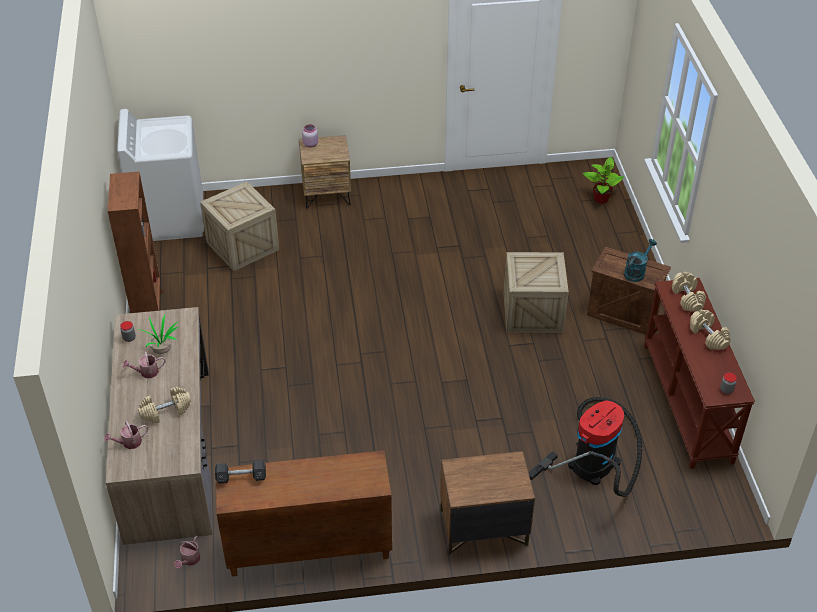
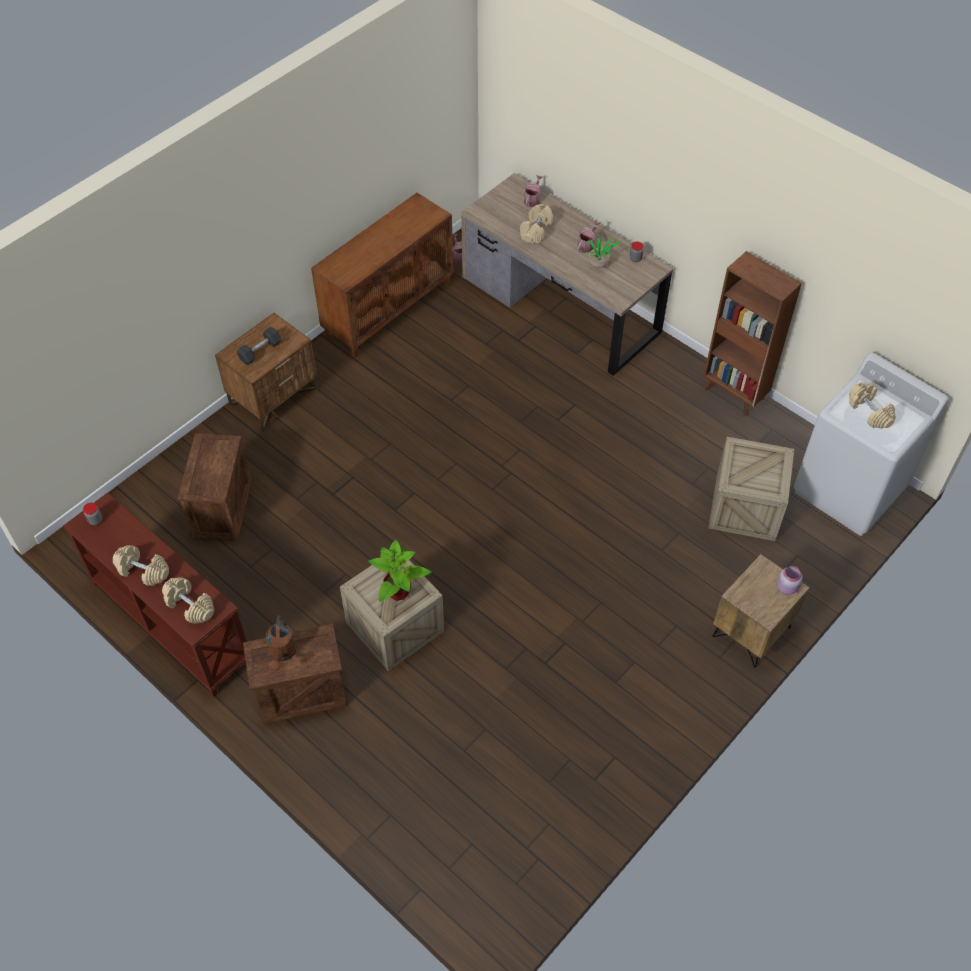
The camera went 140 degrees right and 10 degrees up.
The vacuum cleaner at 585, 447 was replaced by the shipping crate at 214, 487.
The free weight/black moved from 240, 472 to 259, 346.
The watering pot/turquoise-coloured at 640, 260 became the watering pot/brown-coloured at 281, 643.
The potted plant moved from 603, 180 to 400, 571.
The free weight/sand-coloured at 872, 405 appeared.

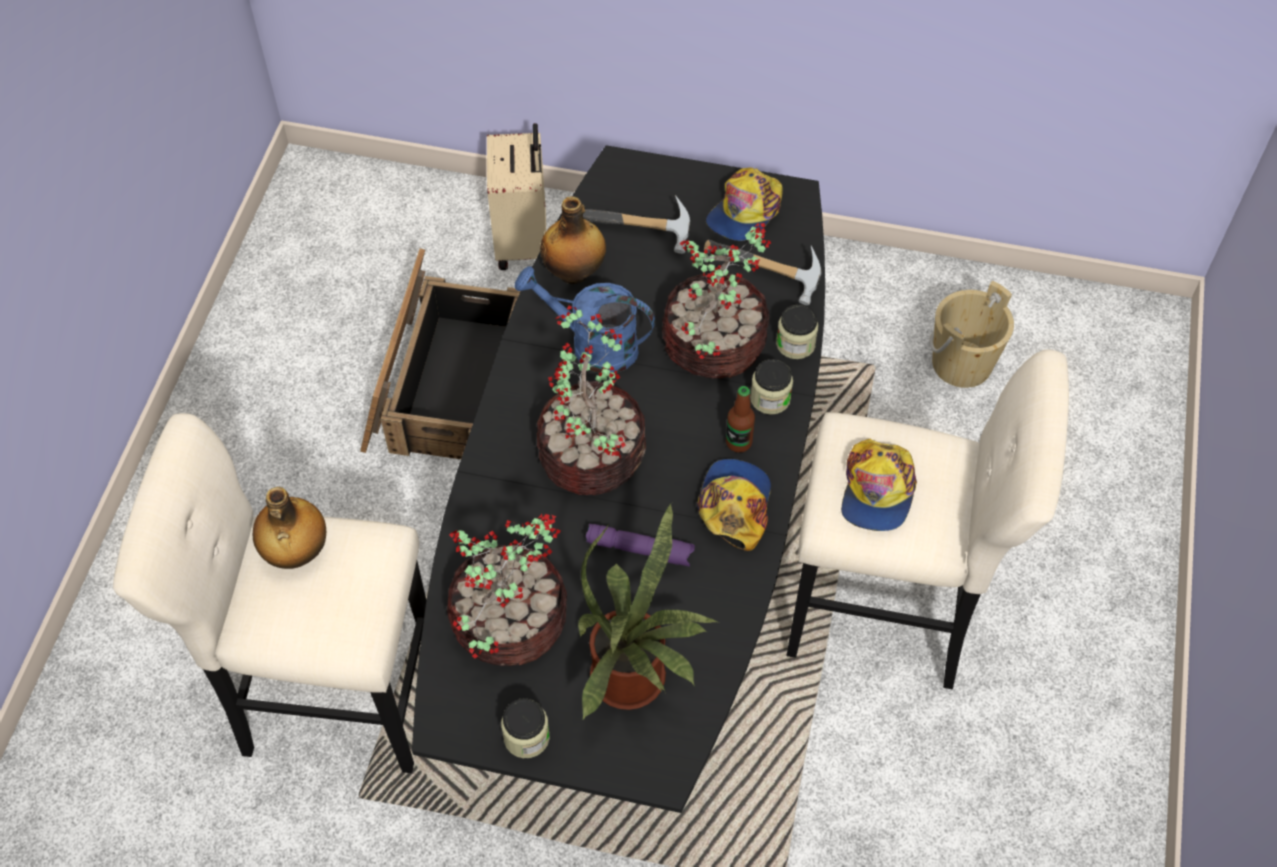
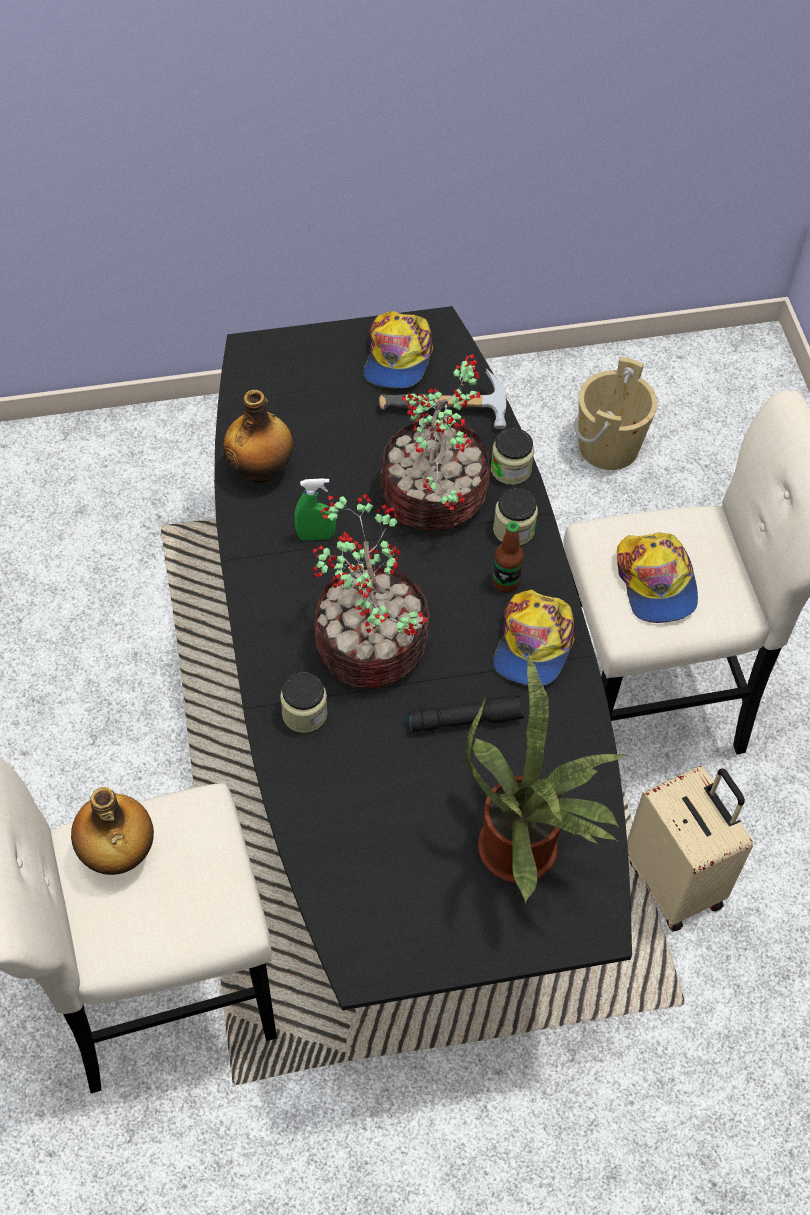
The camera went 25 degrees left and 0 degrees up.
The jar moved from 525, 728 to 303, 702.
The watering pot/blue at 584, 319 was replaced by the sprayer/greenish at 315, 509.
The hand torch/purplish at 640, 545 became the hand torch/black at 466, 713.
The baseball cap at 734, 505 turned 150 degrees counterclockwise.
The piece of luggage/sand-coloured moved from 516, 196 to 690, 848.
The shipping crate at 440, 353 disappeared.
The potted plant at 507, 590 disappeared.
The tool hammer at 636, 224 disappeared.

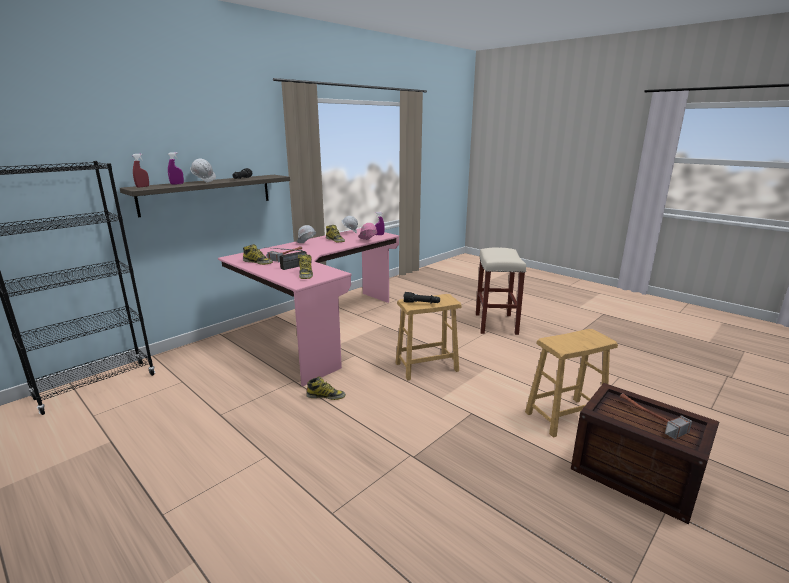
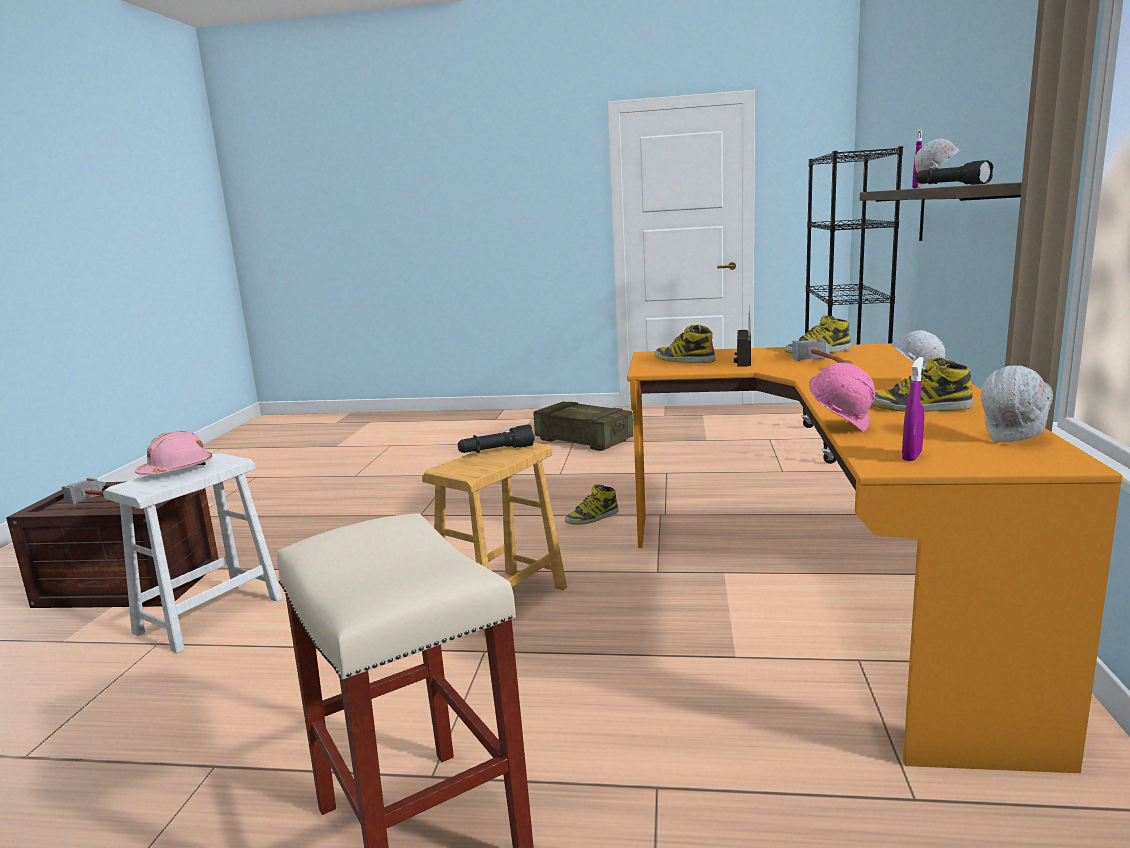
The camera went 145 degrees right and 5 degrees down.
The stool/brown-coloured at 571, 383 became the stool/whitish at 193, 553.
The hard hat/pink-coloured at 173, 452 appeared.
The shipping crate at 583, 426 appeared.
The desk unit/pink-coloured at 308, 307 became the desk unit/orange at 875, 558.
The sprayer/red-coloured at 140, 171 disappeared.

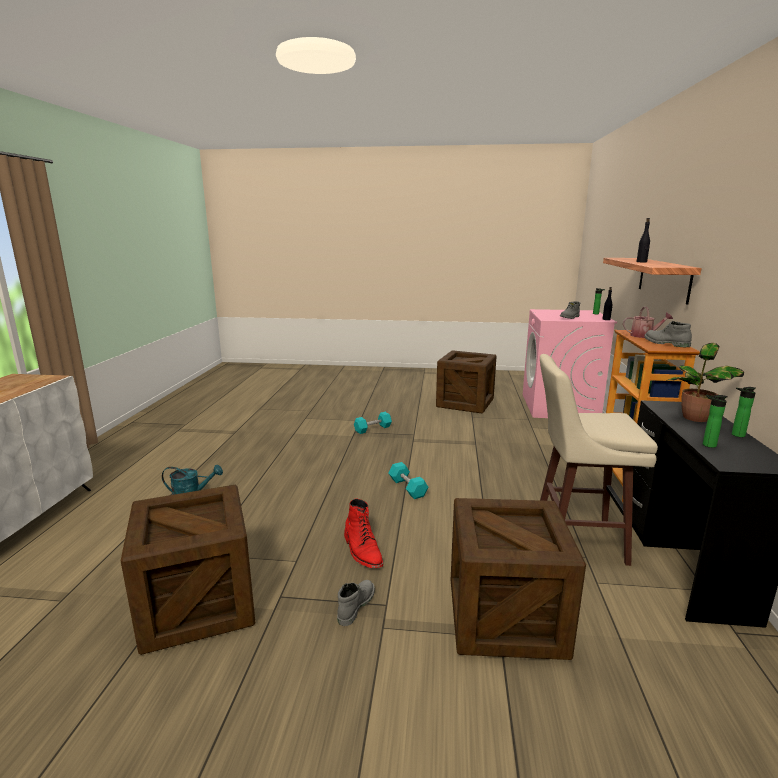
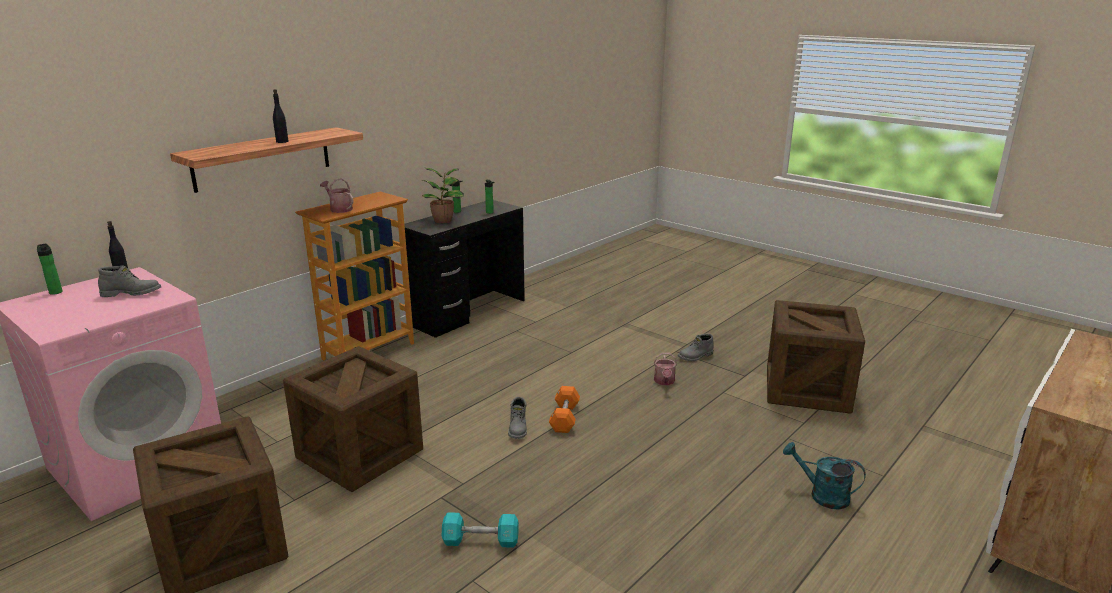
The camera went 145 degrees left and 5 degrees up.
The shipping crate moved from 518, 579 to 353, 419.
The high-top boot/gray moved from 668, 334 to 517, 418.
The free weight/turquoise-coloured at 408, 480 became the free weight/orange at 564, 409.
The high-top boot/red-coloured at 363, 533 was replaced by the watering pot at 665, 369.
The stool/sand-coloured at 599, 460 disappeared.

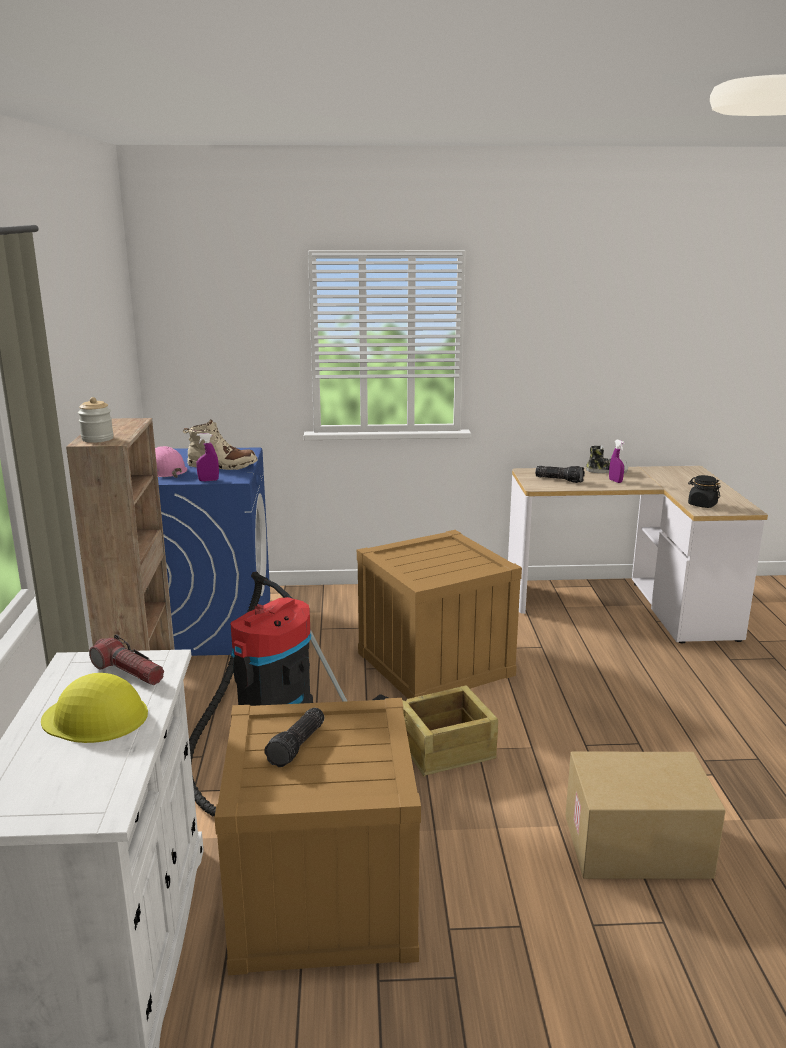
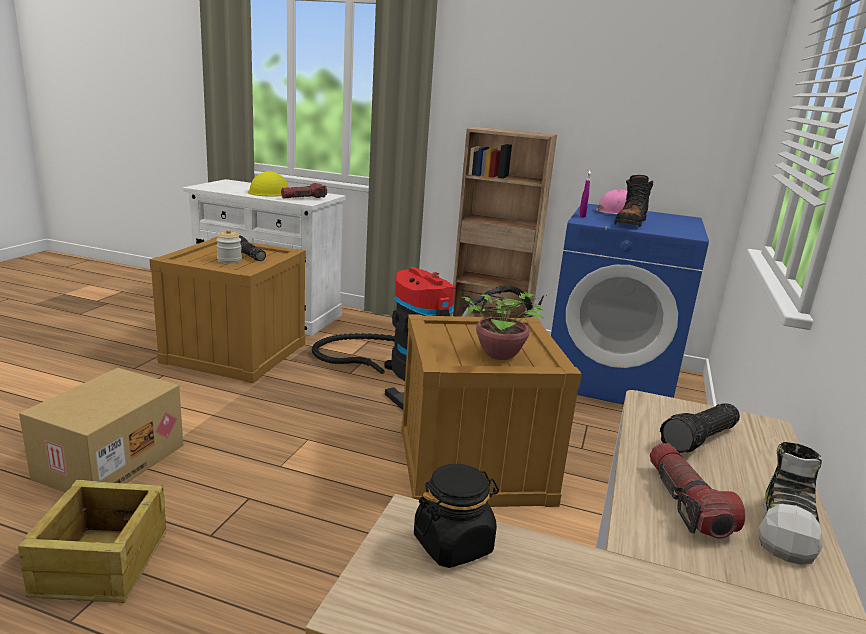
The camera went 110 degrees right and 0 degrees up.
The shipping crate moved from 450, 731 to 92, 541.
The jar moved from 96, 420 to 229, 246.
The potted plant at 490, 322 appeared.
The high-top boot/sand-coloured at 220, 444 became the high-top boot/black at 634, 201.
The sprayer/purplish at 617, 461 was replaced by the hand torch at 697, 491.

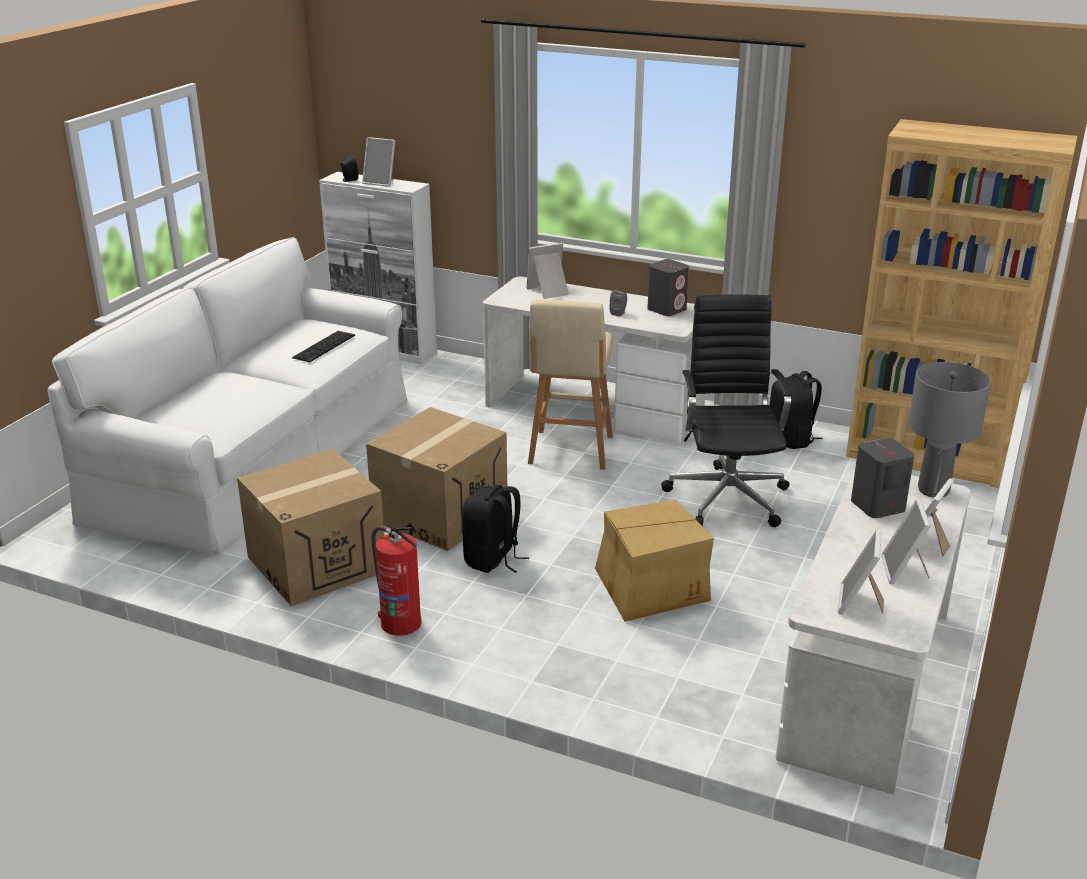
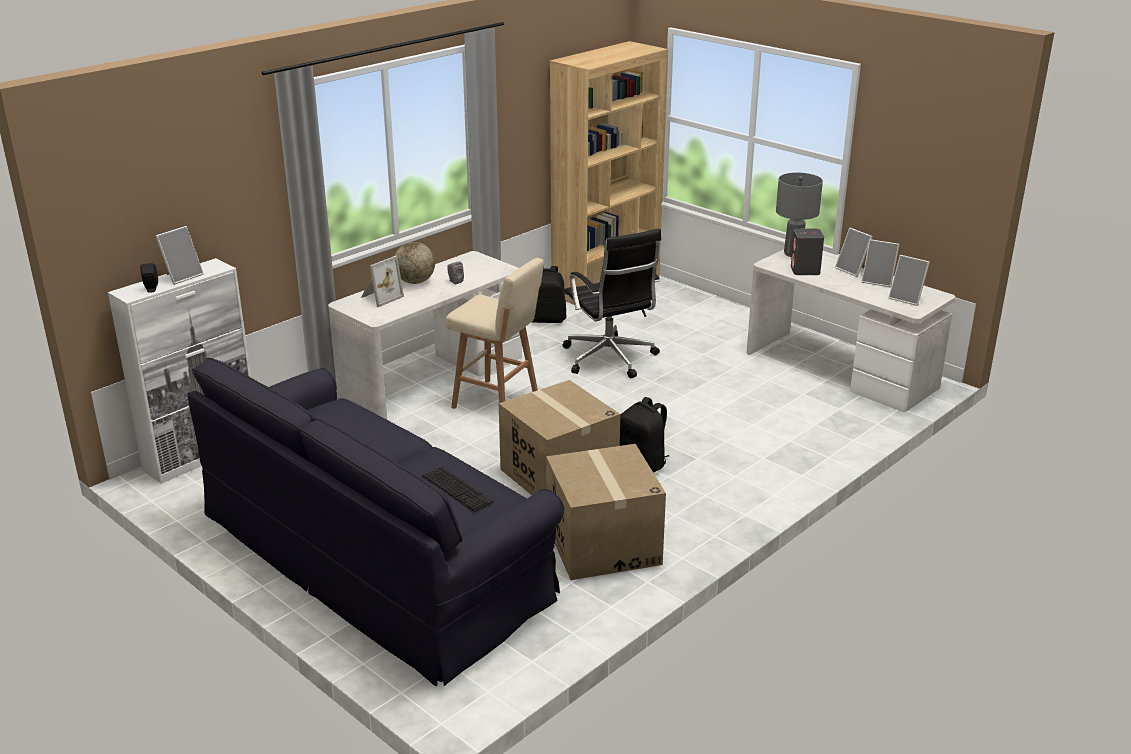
The camera went 70 degrees left and 0 degrees up.
The couch/whitish at 227, 396 became the couch/black at 376, 522.
The picture frame at 548, 271 turned 135 degrees counterclockwise.
The globe at 415, 263 appeared.
The keyboard moved from 323, 346 to 457, 489.
The office chair/black at 726, 411 turned 135 degrees counterclockwise.
The fire-fighting cylinder at 397, 581 disappeared.
The packing box at 654, 561 disappeared.
The loudspeaker/gray at 668, 287 disappeared.

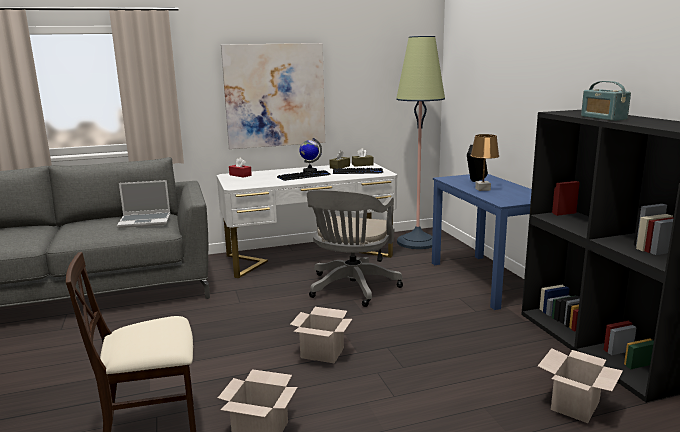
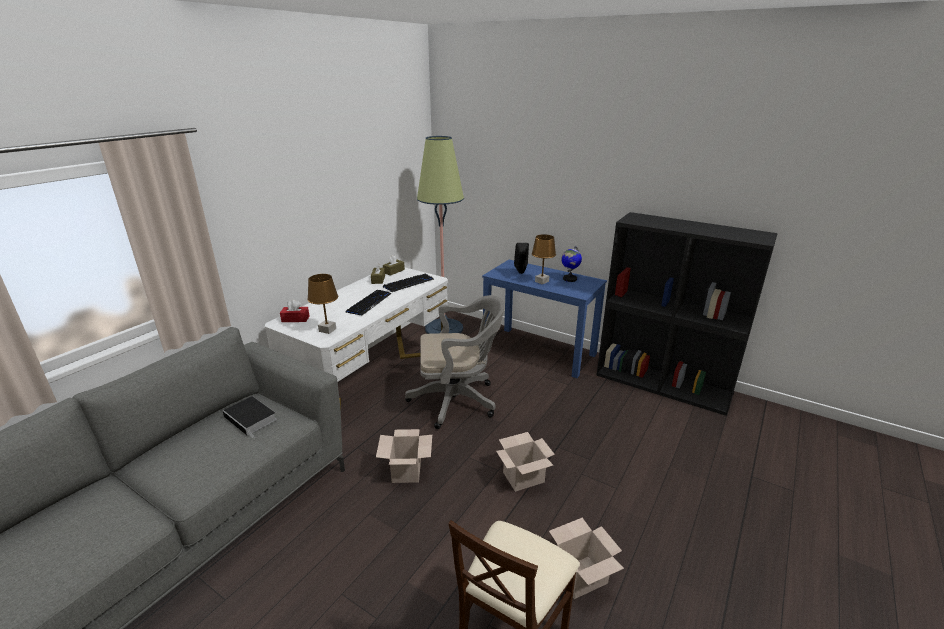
The camera went 40 degrees left and 10 degrees up.
The laptop at 143, 204 was replaced by the book at 250, 417.
The table lamp/brown-coloured at 322, 304 appeared.
The packing box moved from 580, 385 to 404, 456.
The office chair/gray at 355, 248 turned 75 degrees counterclockwise.
The globe moved from 310, 155 to 571, 264.
The wall art at 273, 96 disappeared.
The radio set at 606, 101 disappeared.

